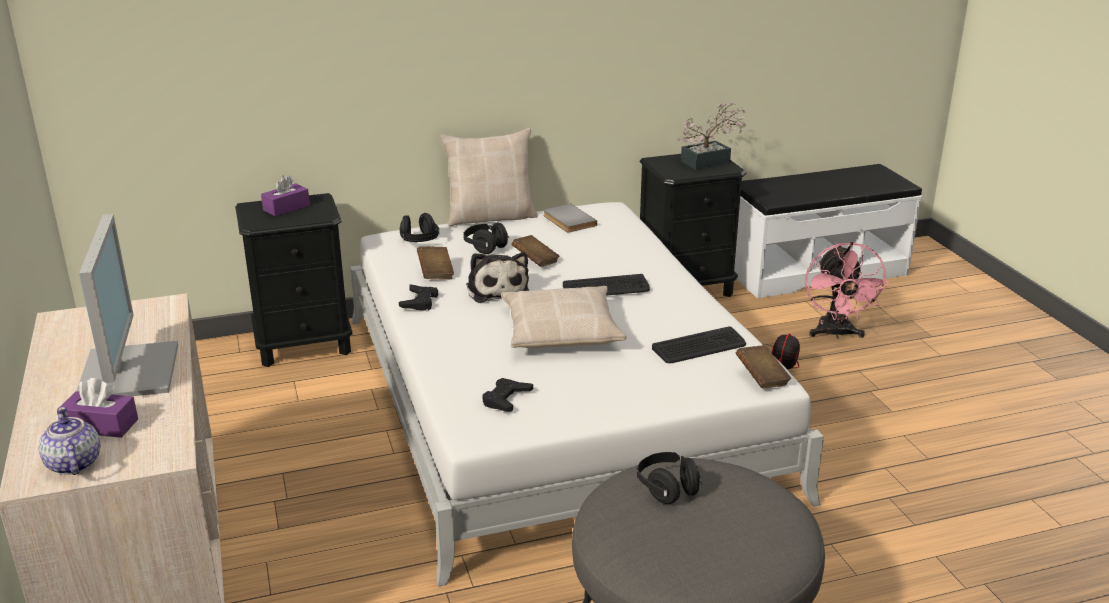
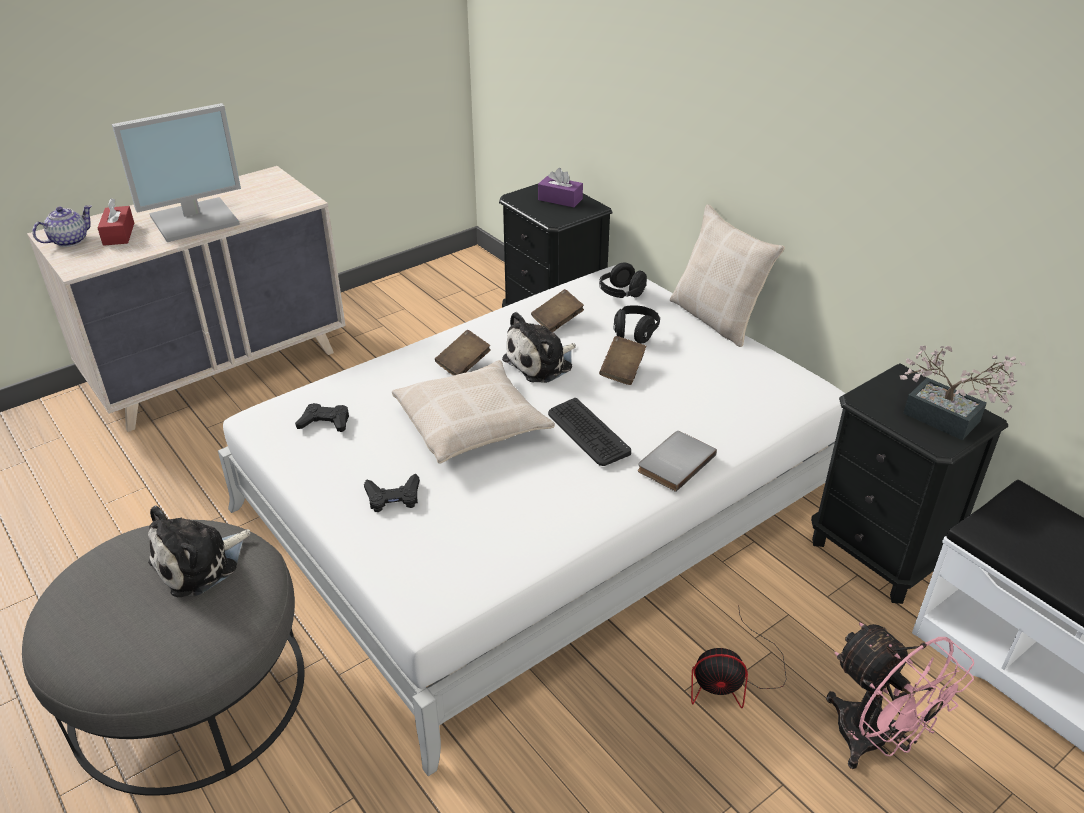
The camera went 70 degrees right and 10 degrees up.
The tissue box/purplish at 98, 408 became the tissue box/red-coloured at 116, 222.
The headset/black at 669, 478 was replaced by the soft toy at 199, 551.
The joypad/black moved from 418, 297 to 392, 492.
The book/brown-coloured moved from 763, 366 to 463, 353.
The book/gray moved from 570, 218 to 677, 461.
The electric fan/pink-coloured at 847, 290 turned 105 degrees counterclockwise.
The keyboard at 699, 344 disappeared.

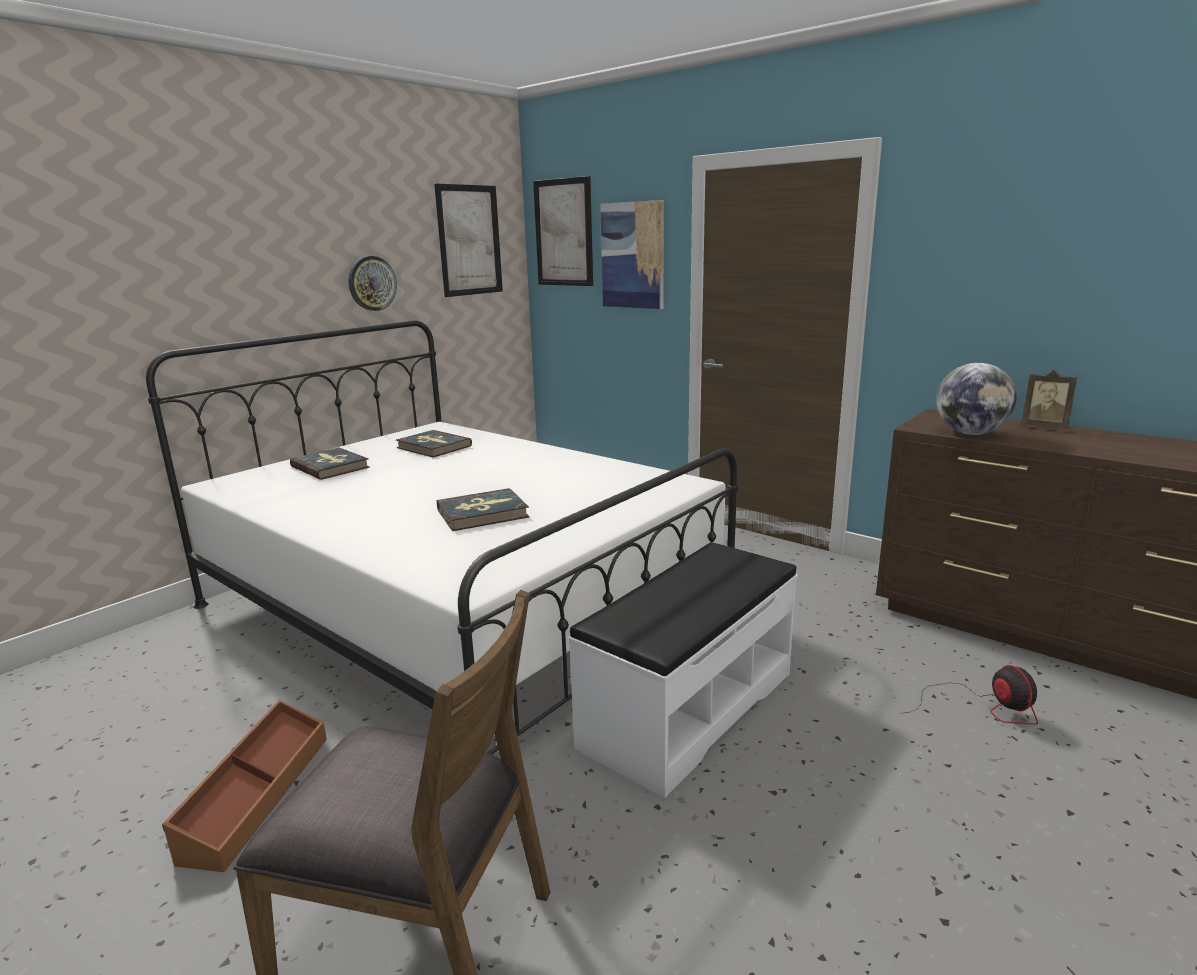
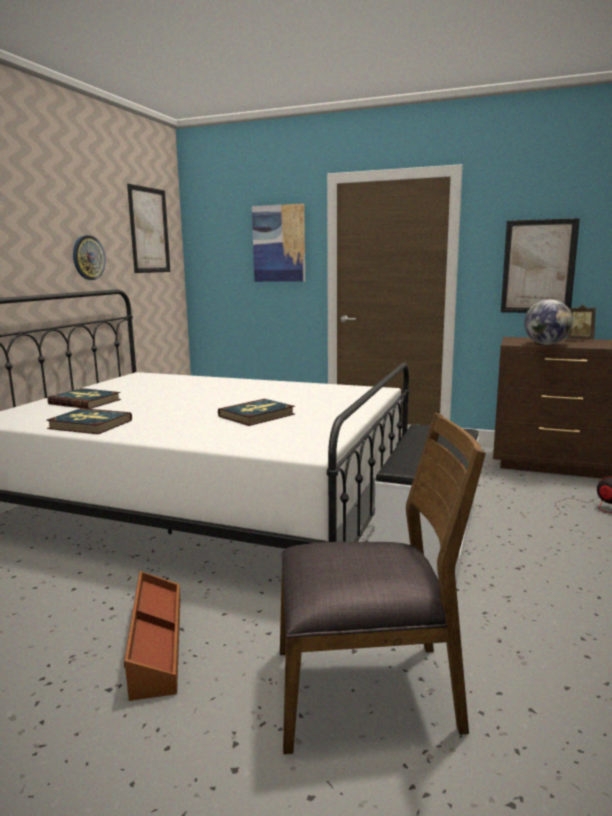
The camera went 20 degrees left and 5 degrees down.
The book moved from 434, 443 to 89, 421.
The wall art moved from 563, 231 to 540, 265.

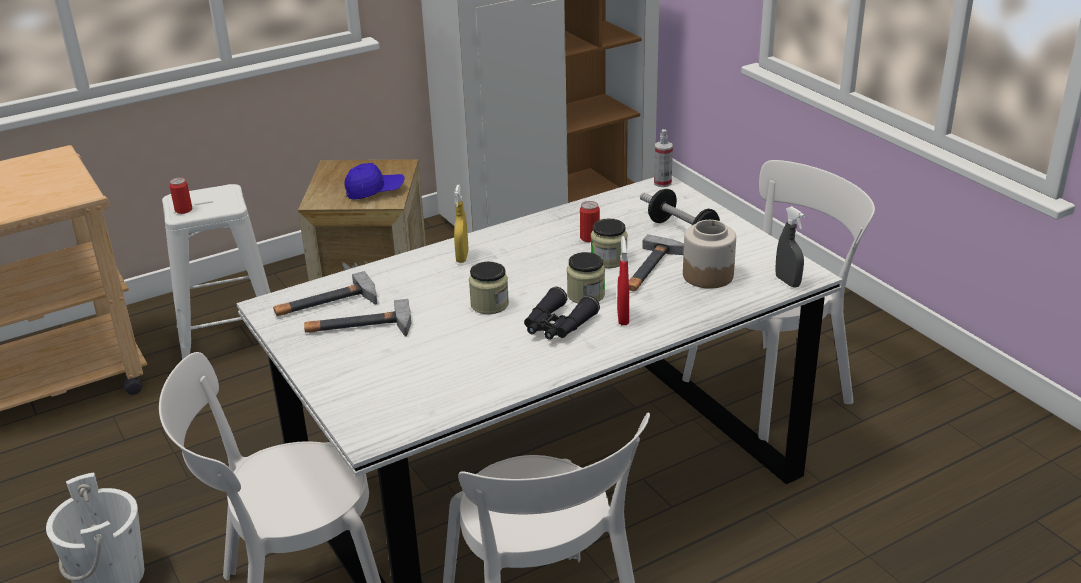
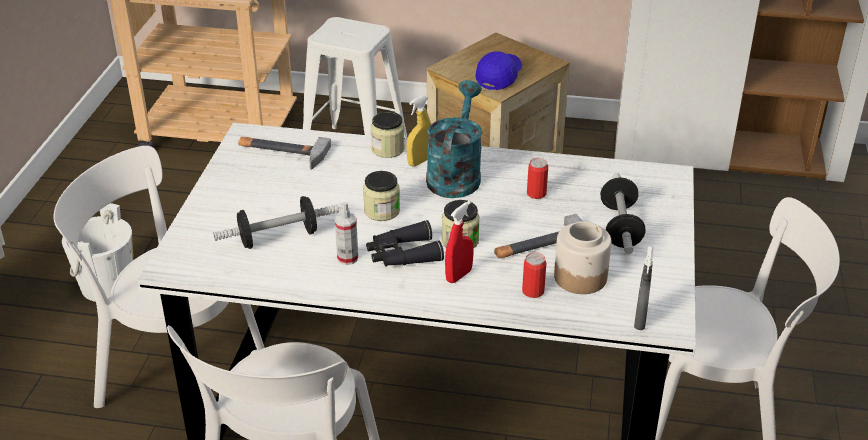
The camera went 40 degrees right and 5 degrees up.
The free weight at 276, 222 appeared.
The sprayer moved from 663, 158 to 346, 233.
The jar moved from 609, 243 to 388, 135.
The watering pot/turquoise-coloured at 454, 139 appeared.
The baseball cap/blue at 374, 181 turned 90 degrees counterclockwise.
The sealed can moved from 181, 196 to 534, 275.
The tool hammer at 357, 318 disappeared.

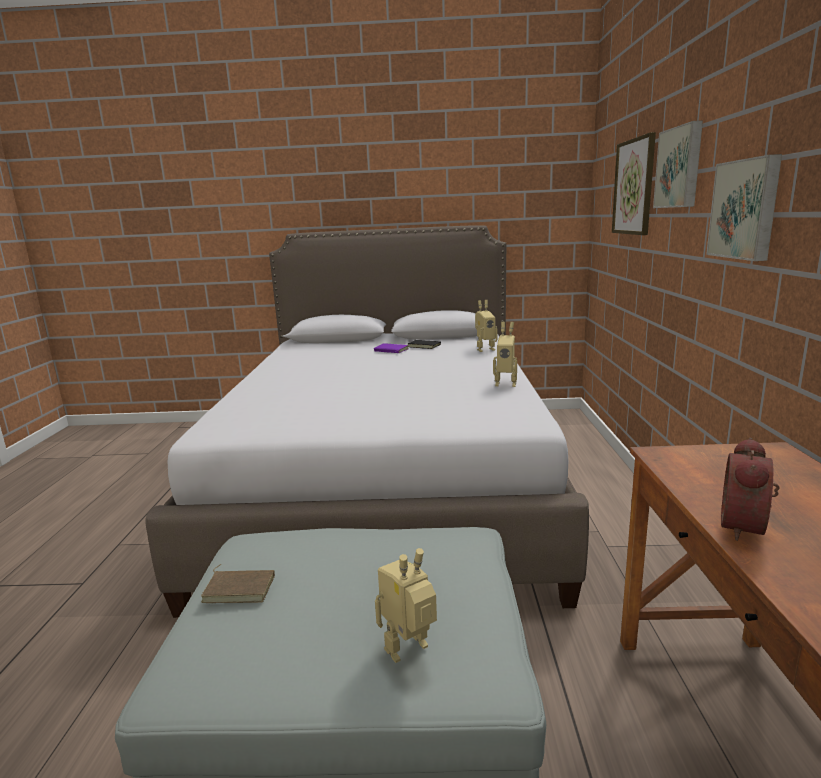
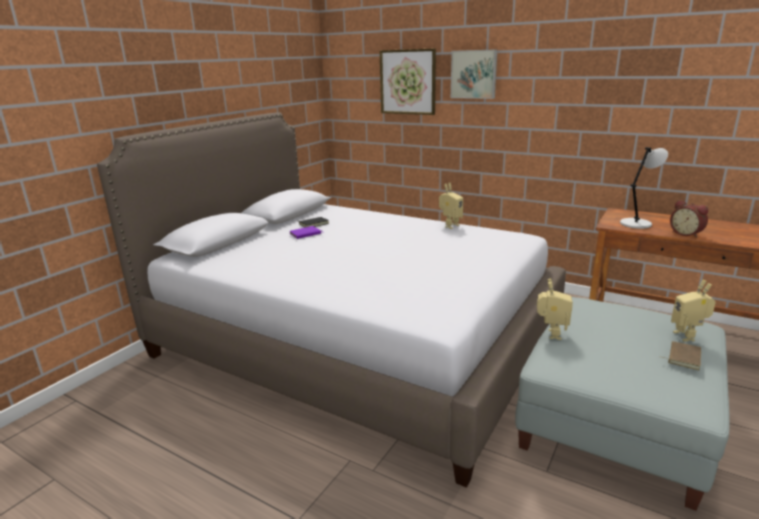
The camera went 60 degrees left and 5 degrees up.
The toy robot moved from 486, 326 to 555, 309.
The table lamp/gray at 644, 188 appeared.
The book/brown-coloured moved from 238, 583 to 682, 355.
The wall art at 744, 207 disappeared.

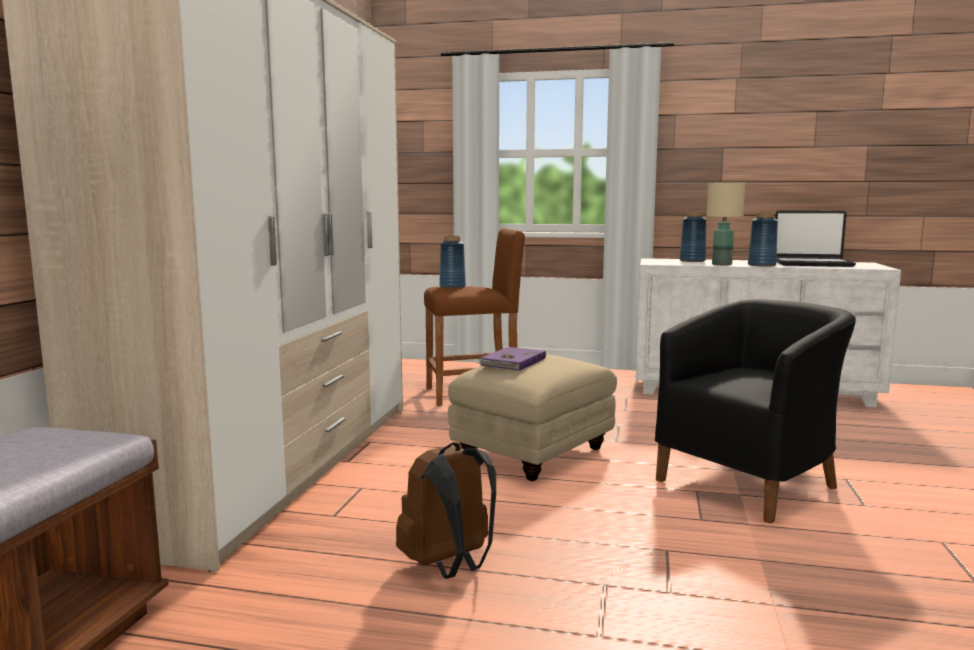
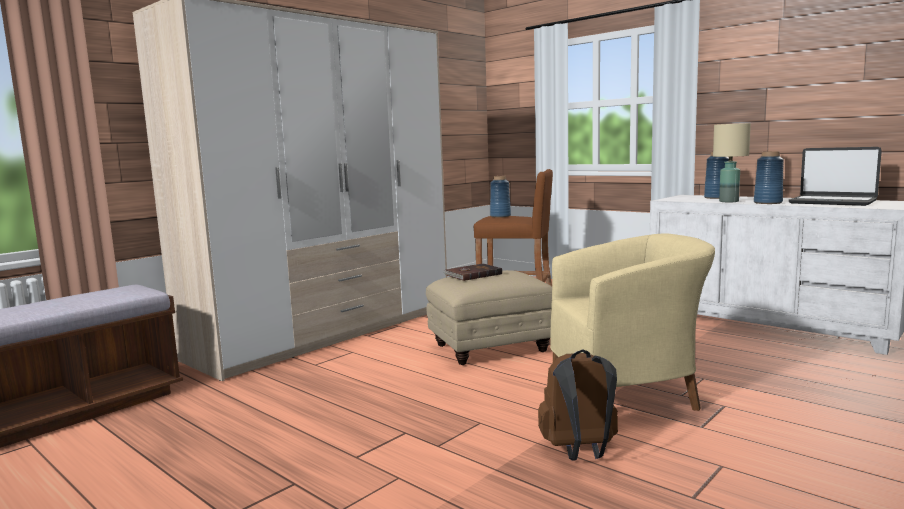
The camera went 30 degrees right and 0 degrees up.
The book/purplish at 511, 359 became the book/brown-coloured at 473, 272.
The backpack/brown-coloured moved from 446, 510 to 578, 405.
The lounge chair/black at 755, 411 became the lounge chair/sand-coloured at 632, 322.

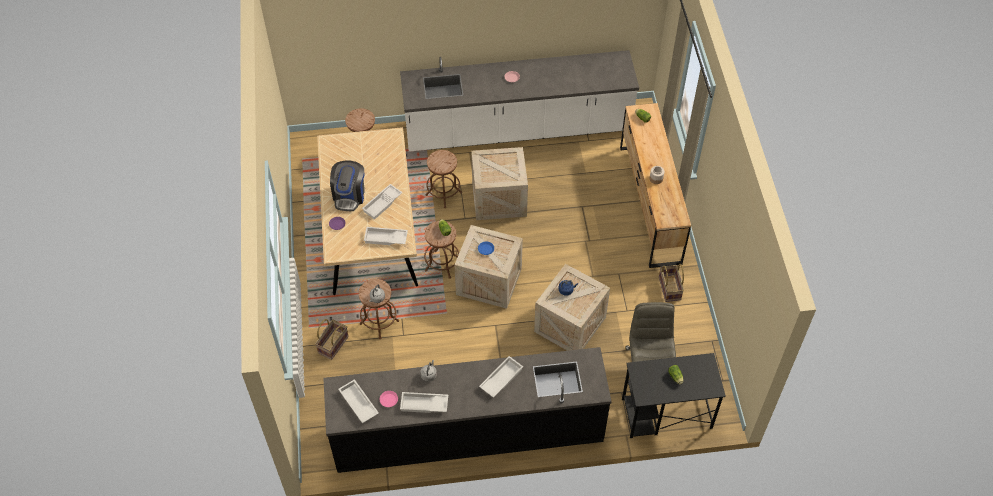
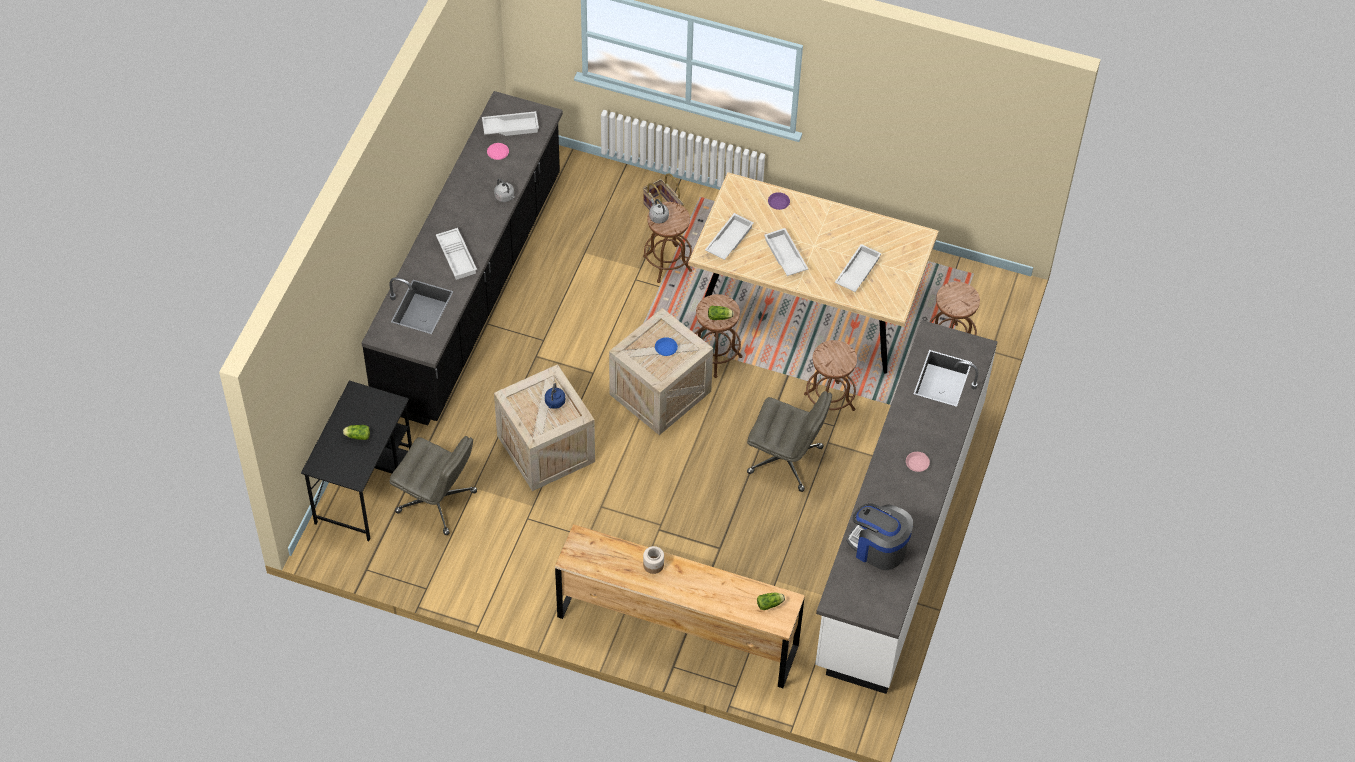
The camera went 115 degrees right and 0 degrees up.
The shipping crate at 499, 183 was replaced by the office chair/gray at 789, 441.
The carrying tray/whitish moved from 424, 402 to 858, 268.
The coffee machine moved from 347, 185 to 879, 536.
The storage basket at 671, 283 disappeared.

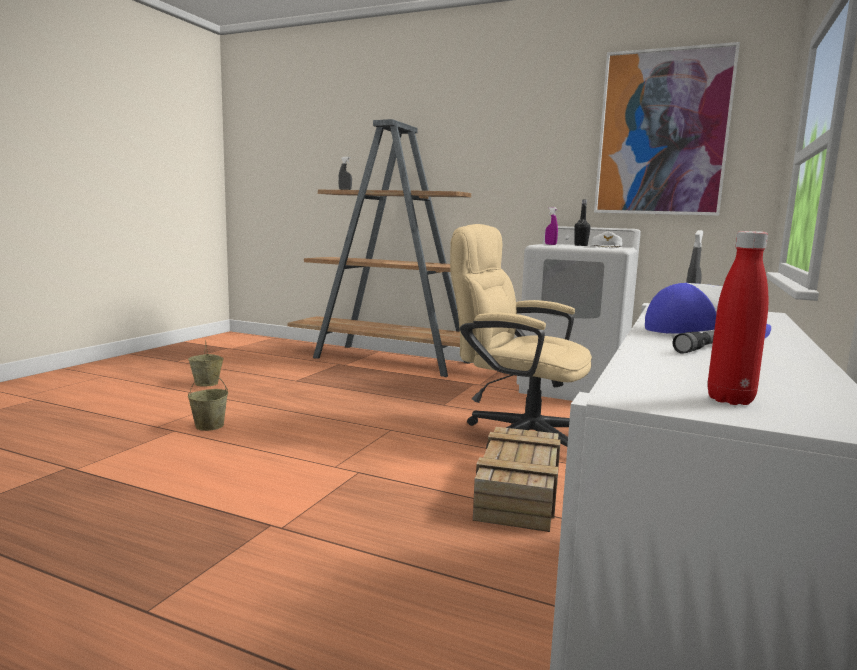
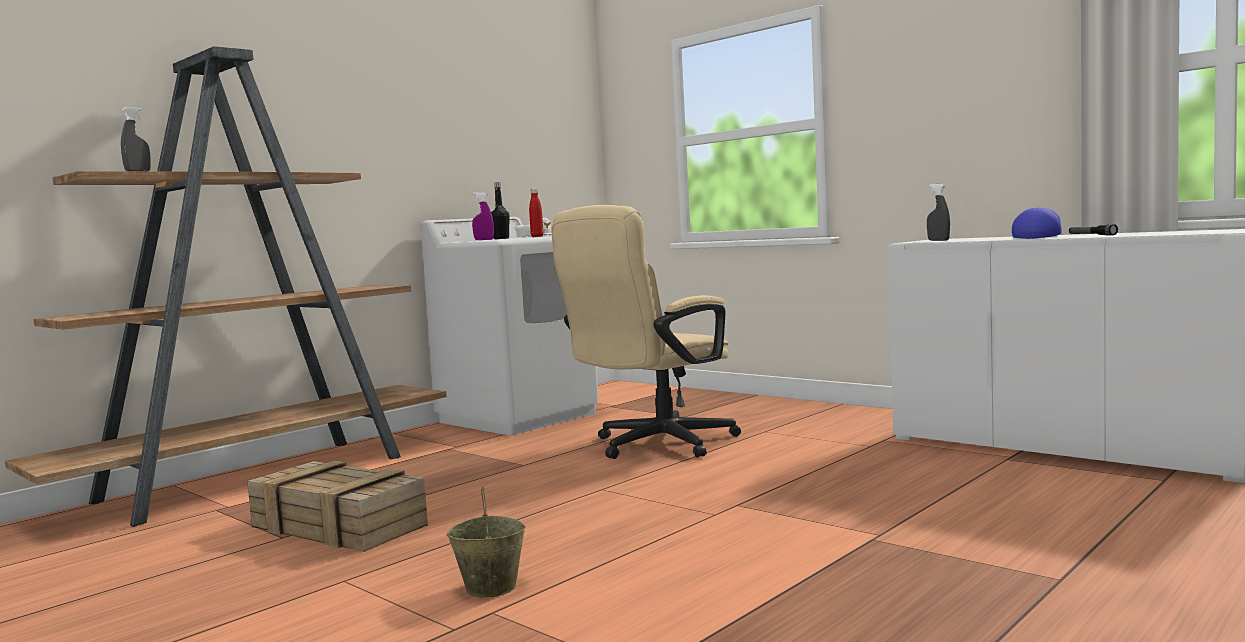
The camera went 70 degrees left and 5 degrees down.
The shipping crate moved from 517, 479 to 337, 506.
The bottle/red-coloured moved from 738, 318 to 536, 213.
The water bucket/sand-coloured at 206, 363 disappeared.
The wall art at 667, 129 disappeared.

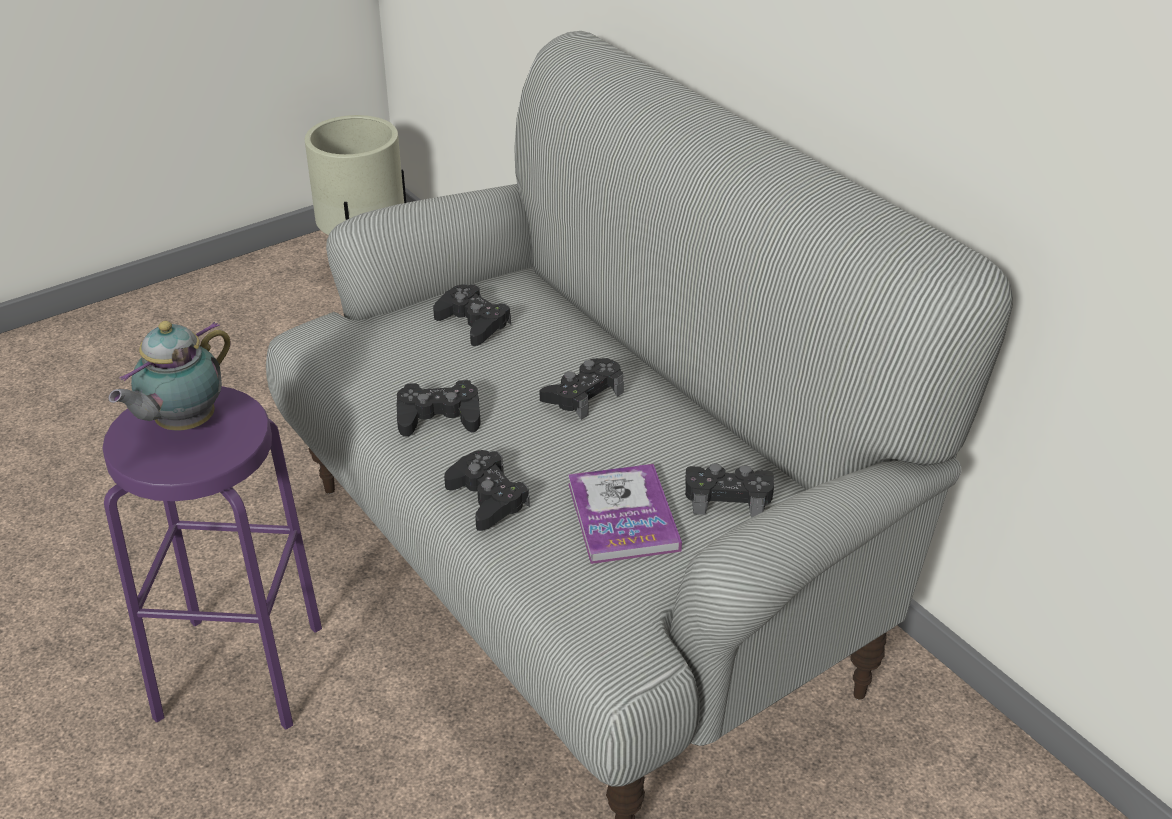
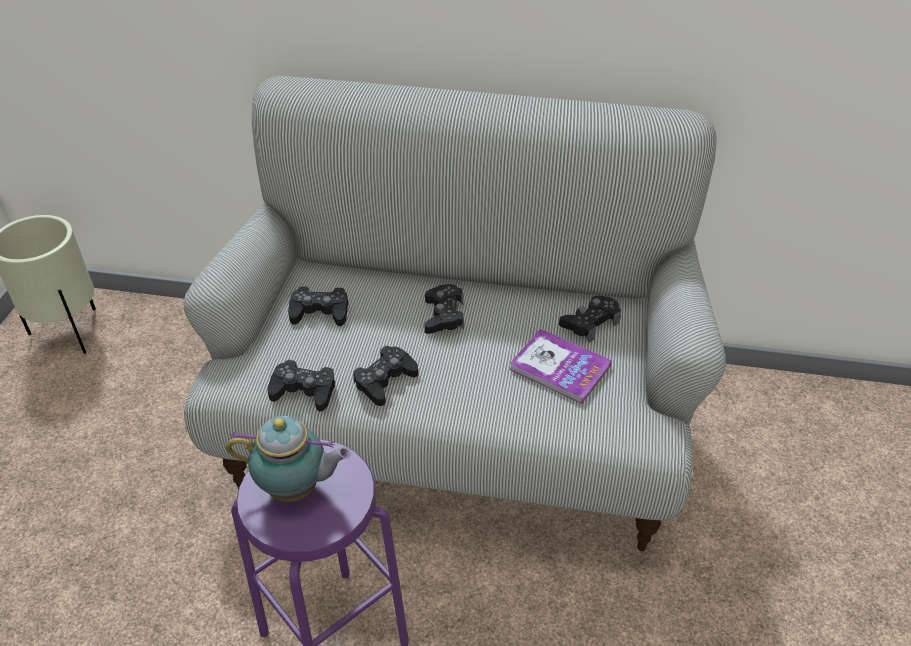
The camera went 45 degrees left and 5 degrees up.
The teapot at 169, 376 turned 75 degrees counterclockwise.
The joypad/black moved from 487, 490 to 301, 386.

